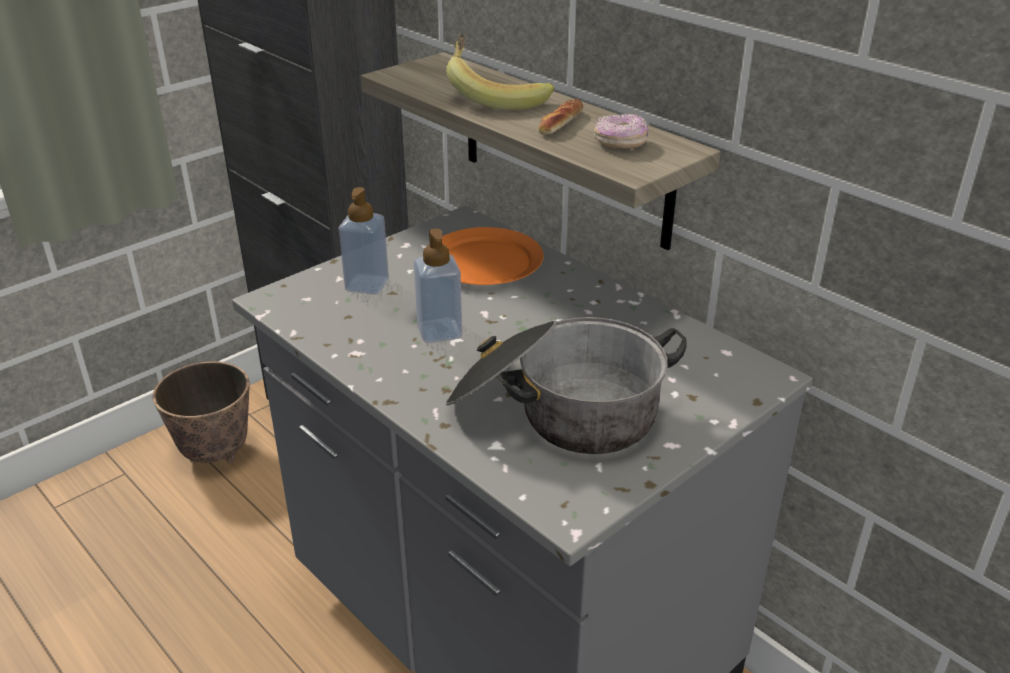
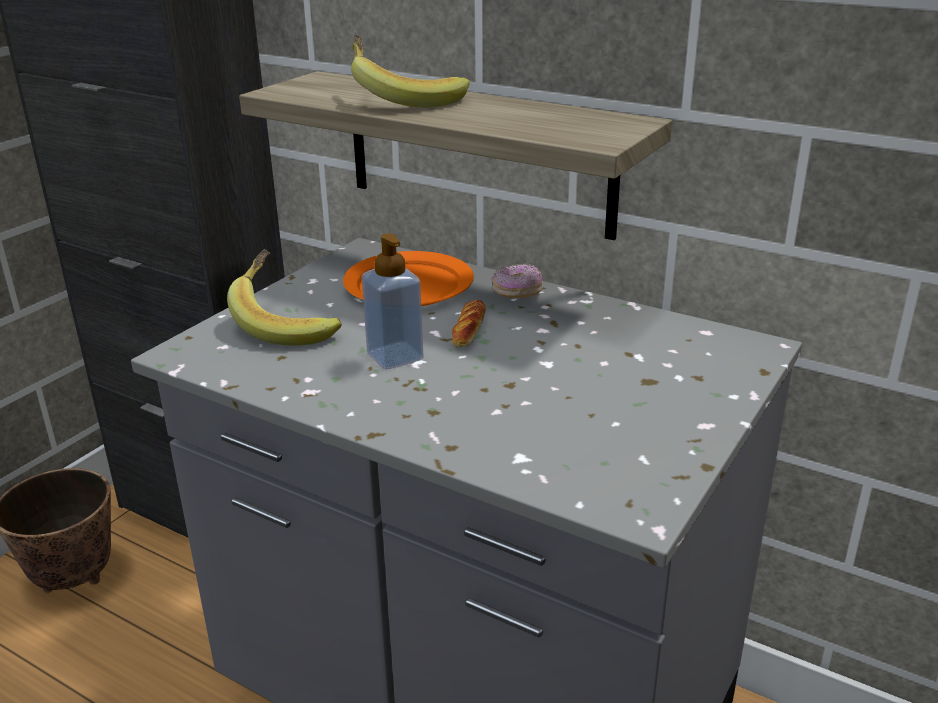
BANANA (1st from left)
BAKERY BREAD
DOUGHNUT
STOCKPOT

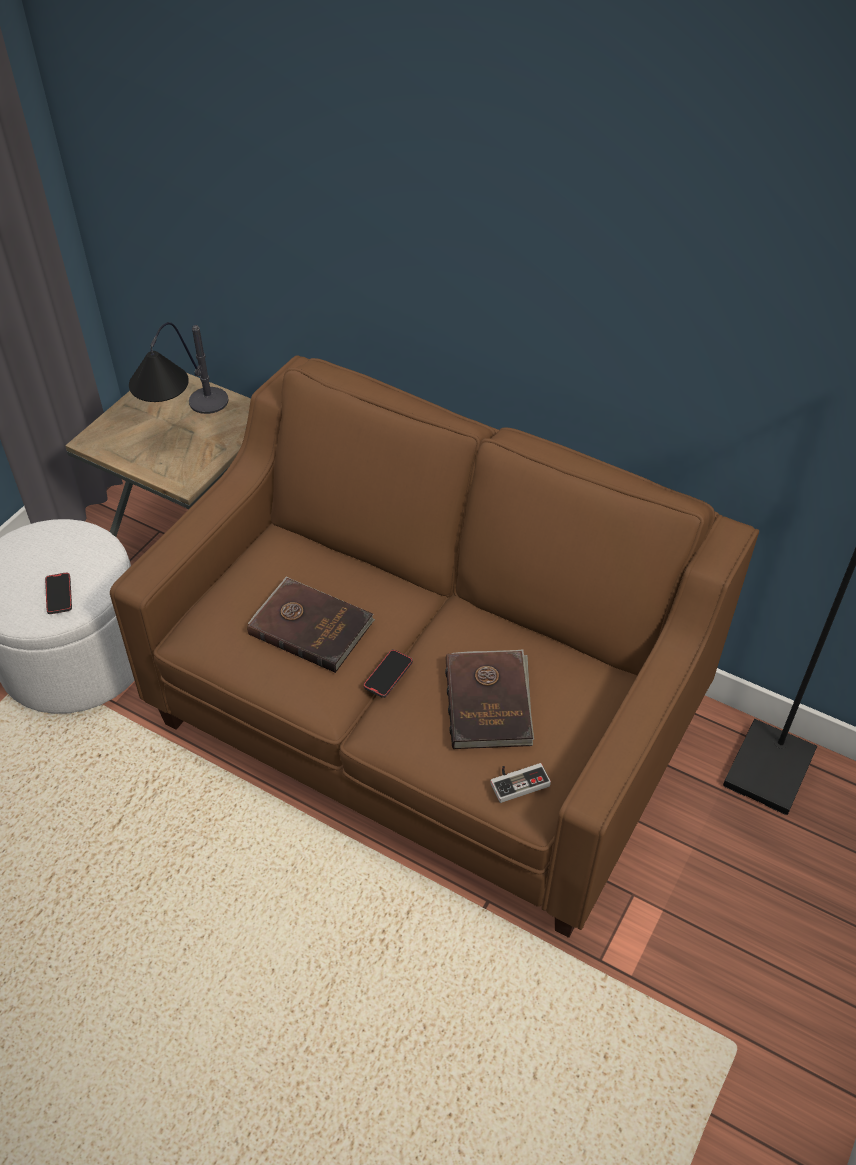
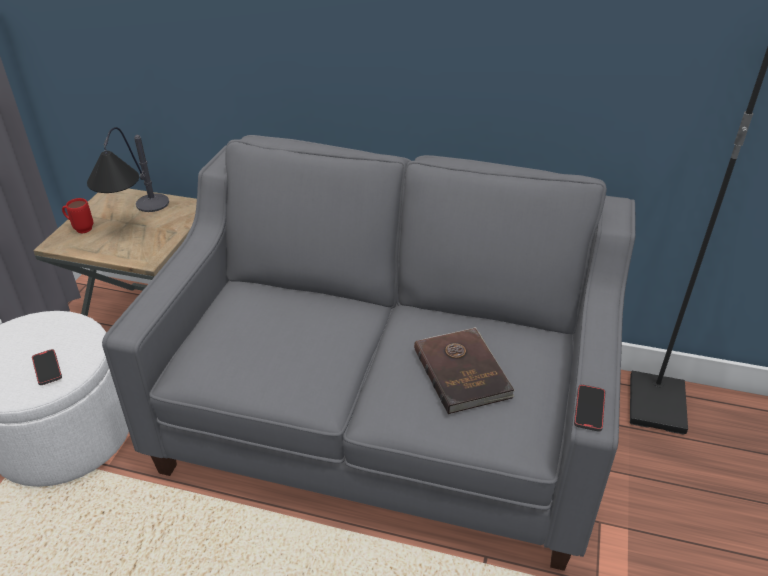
REDDISH MUG
GRAY SETTEE
HANDSET (2nd from left)
BROWN BOUND BOOK (1st from left in the first image)
GAMEPAD

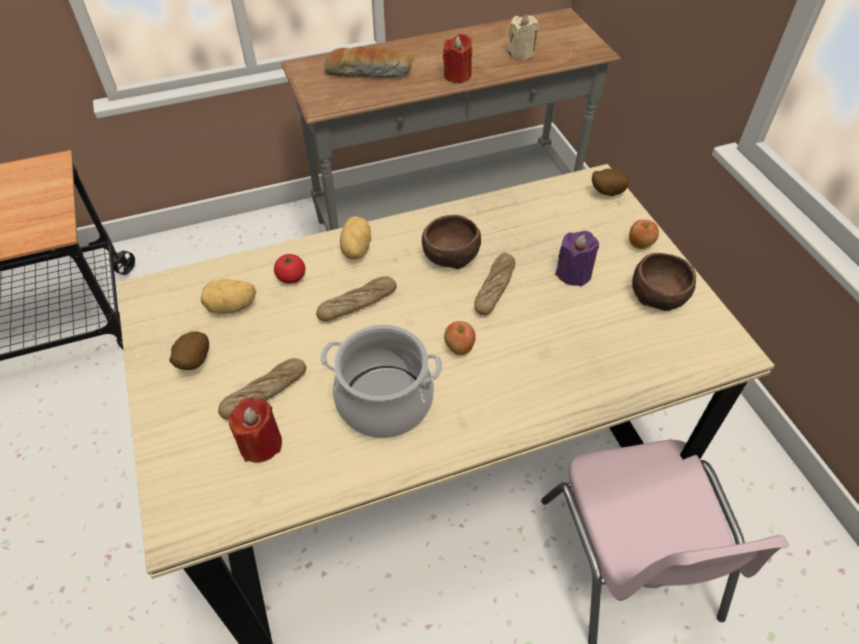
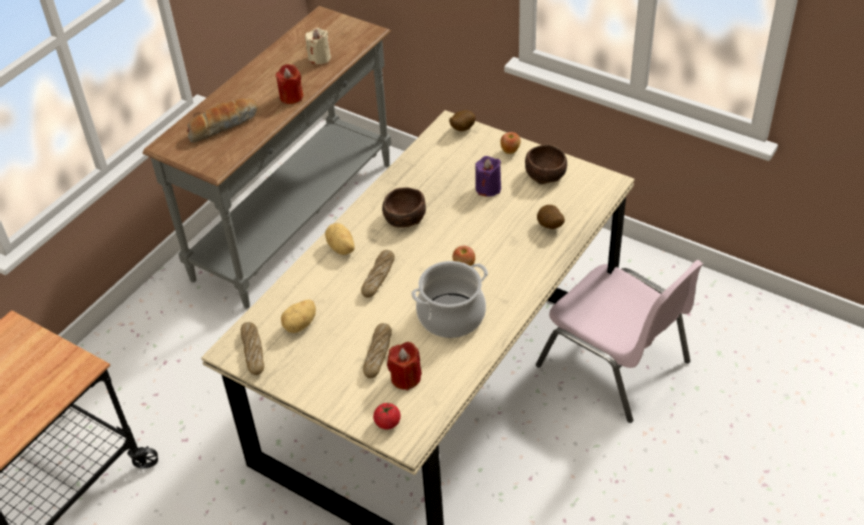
BAKERY BREAD (2nd from left)
WHOLE TOMATO
SPUD (4th from left)

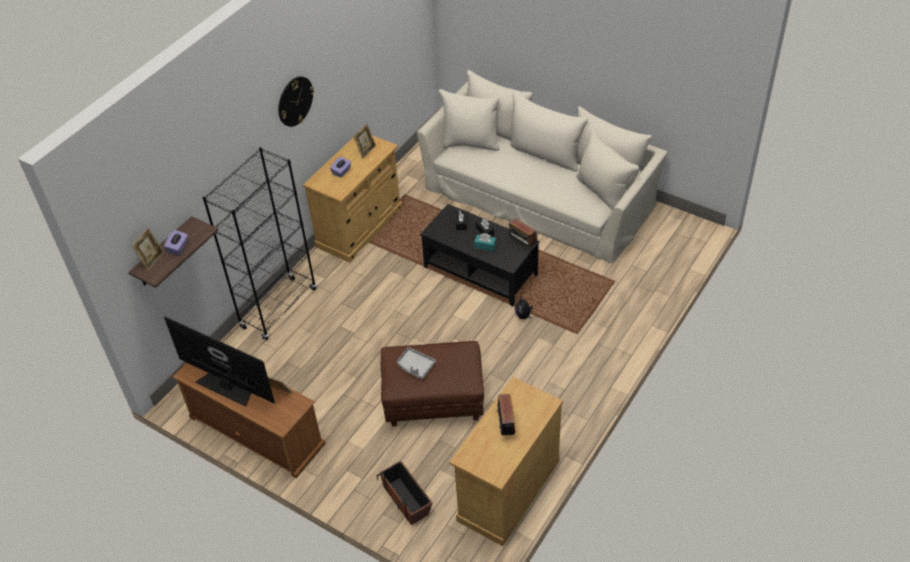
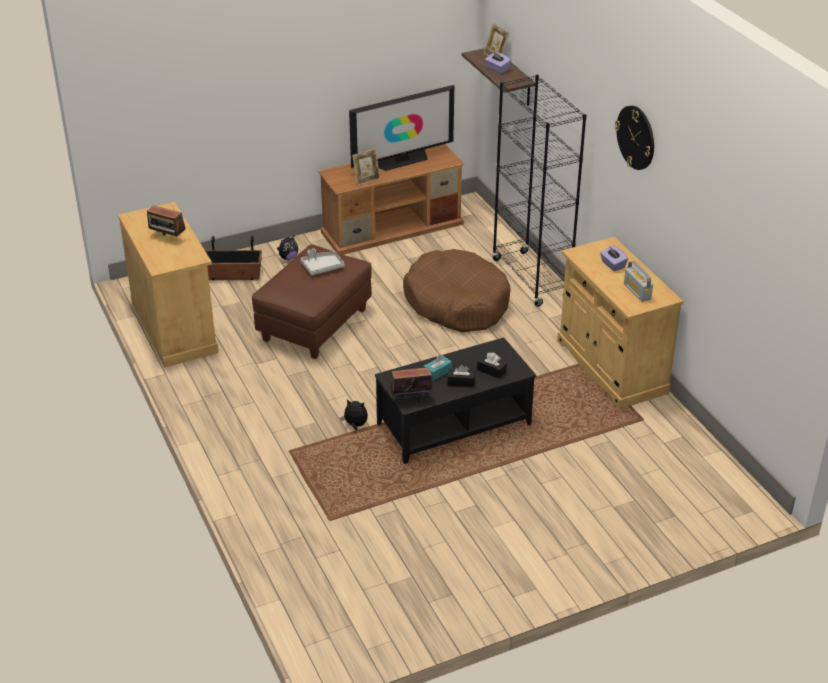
PLUSH TOY (1st from left)
BROWN PET BED
RADIO (3rd from left)
BEIGE-COLOURED SETTEE

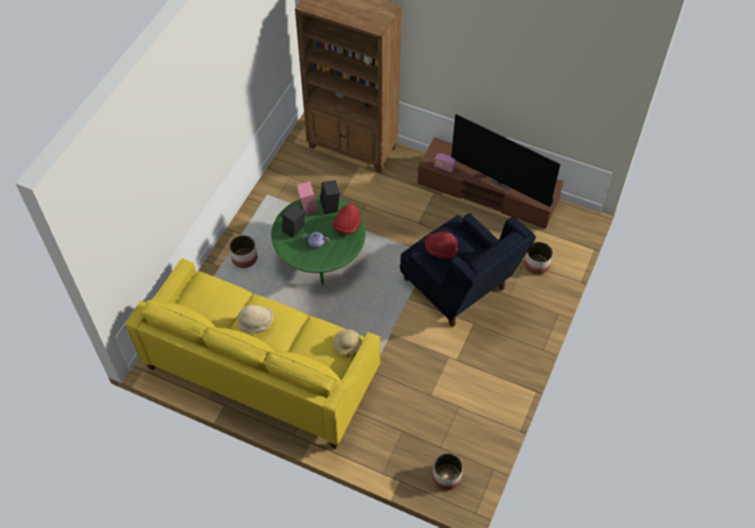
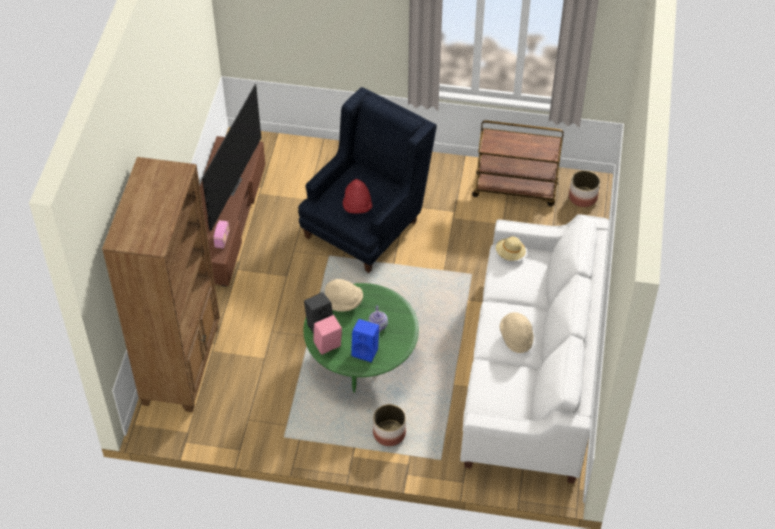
BEIGE-COLOURED HAT (1st from left)
BLUISH SPEAKER
WHITE-COLOURED SETTEE
BROWN WHEELED CART
PLANTER (3rd from left in the first image)

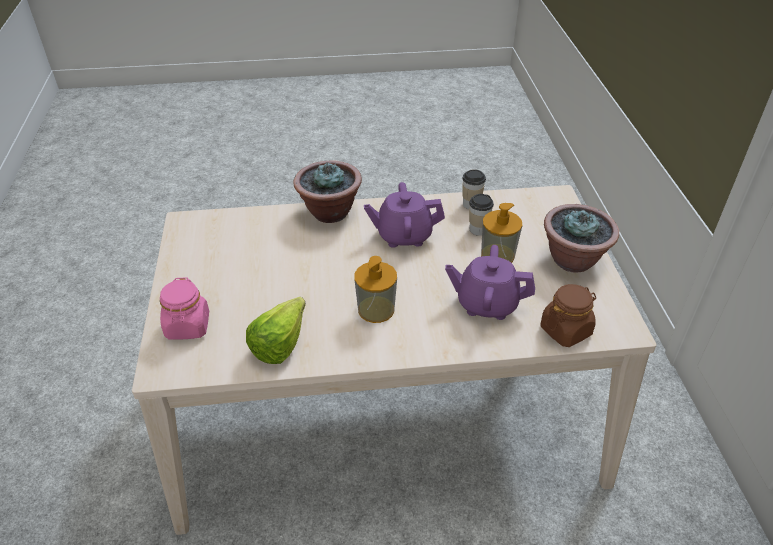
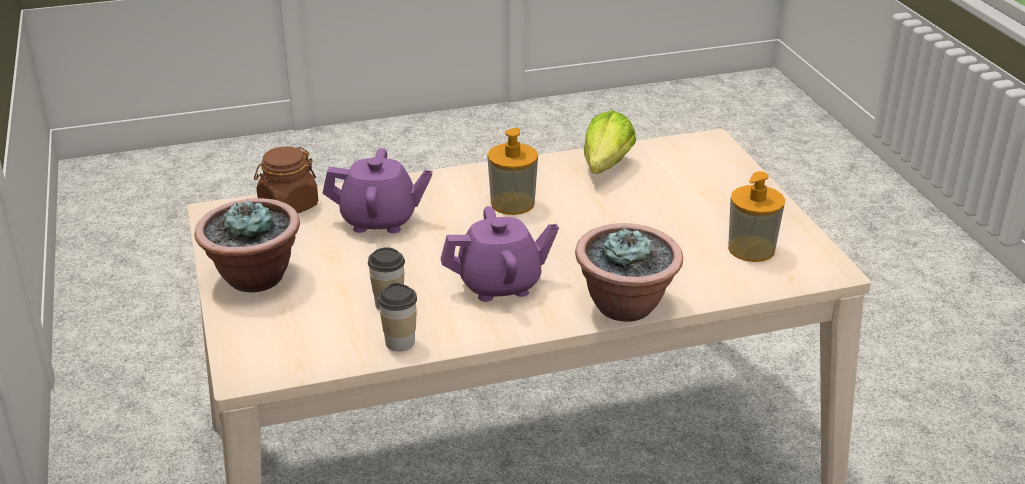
SOAP BOTTLE (2nd from left)
PINK JAR

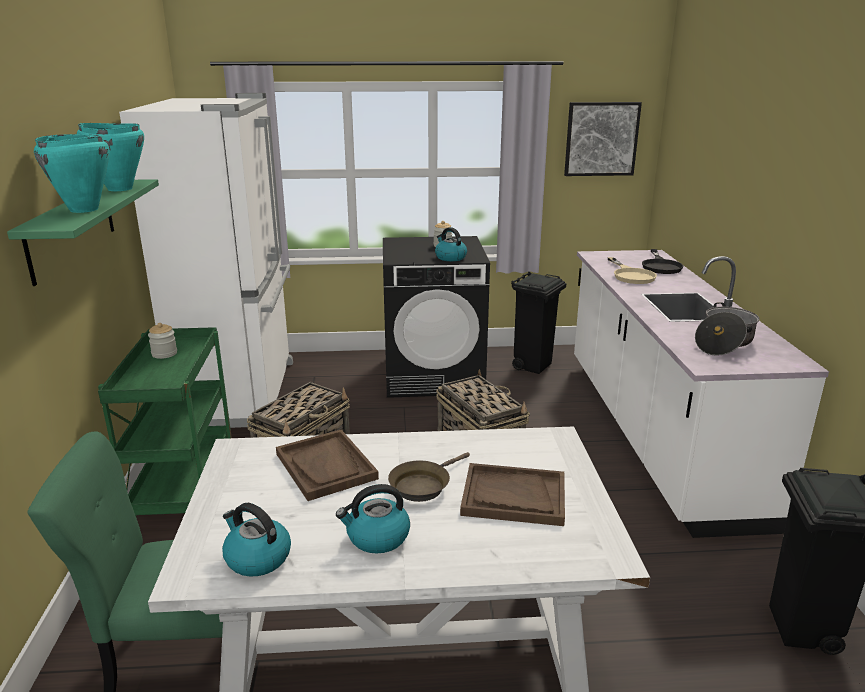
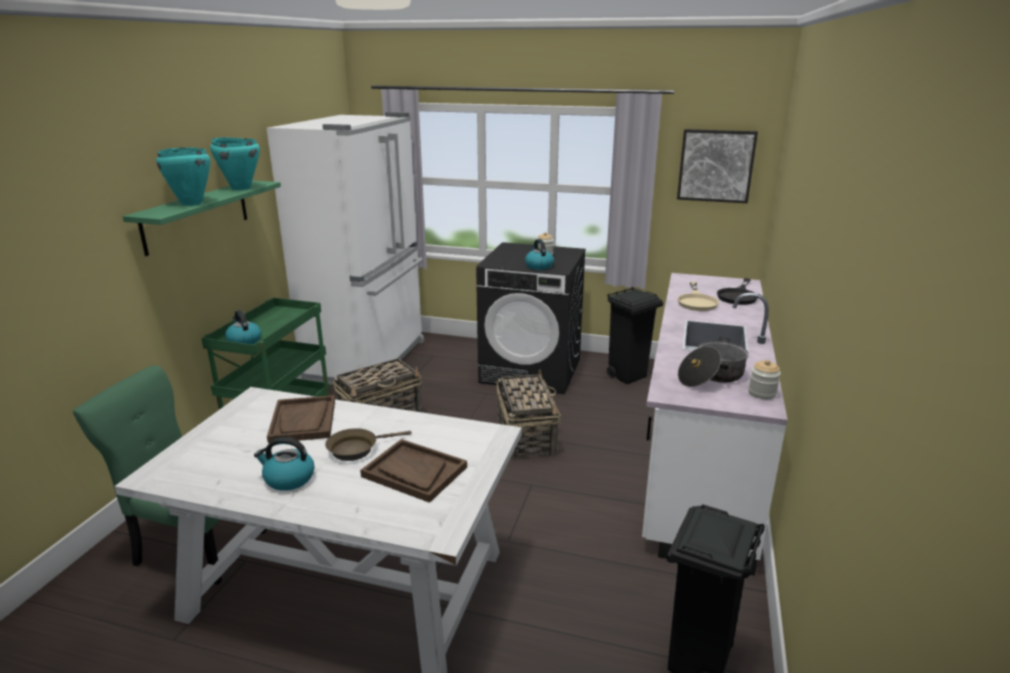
KETTLE (1st from left)
JAR (2nd from left)

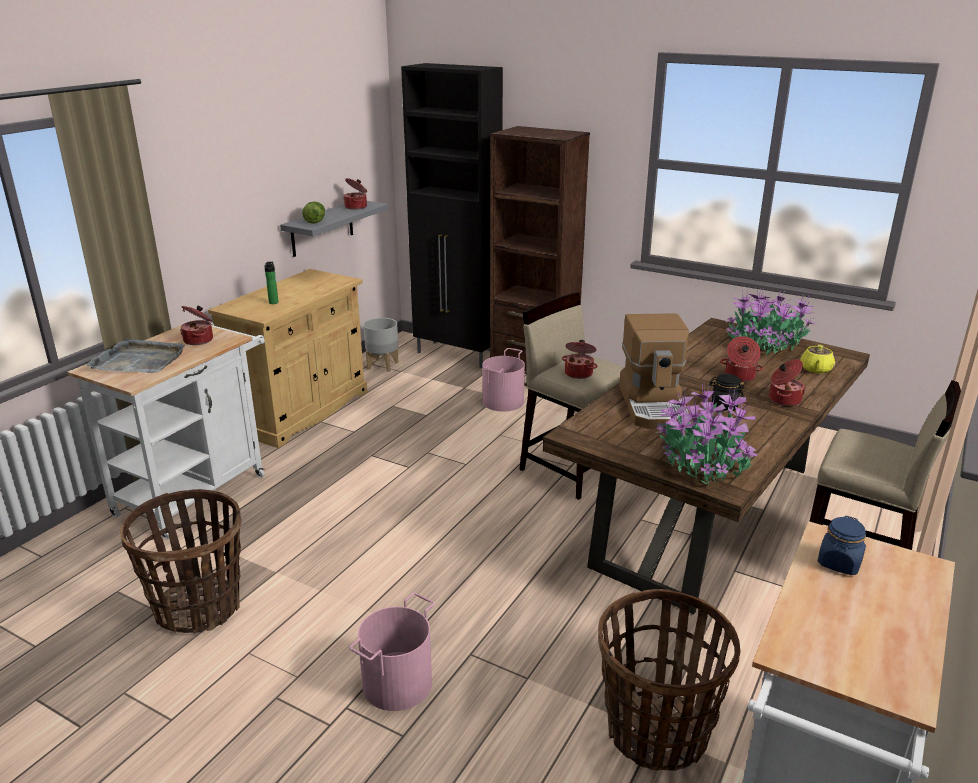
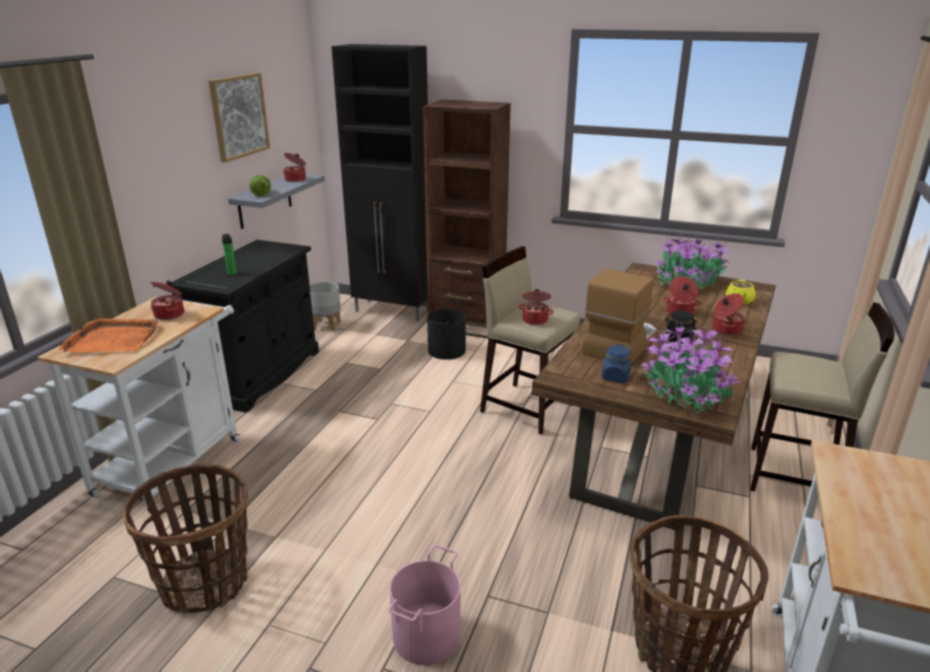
ORANGE-COLOURED CARRYING TRAY
BLACK-COLOURED CUPBOARD (1st from left)
PICTURE
BLACK-COLOURED BUCKET
COFFEE MACHINE
BLUISH JAR

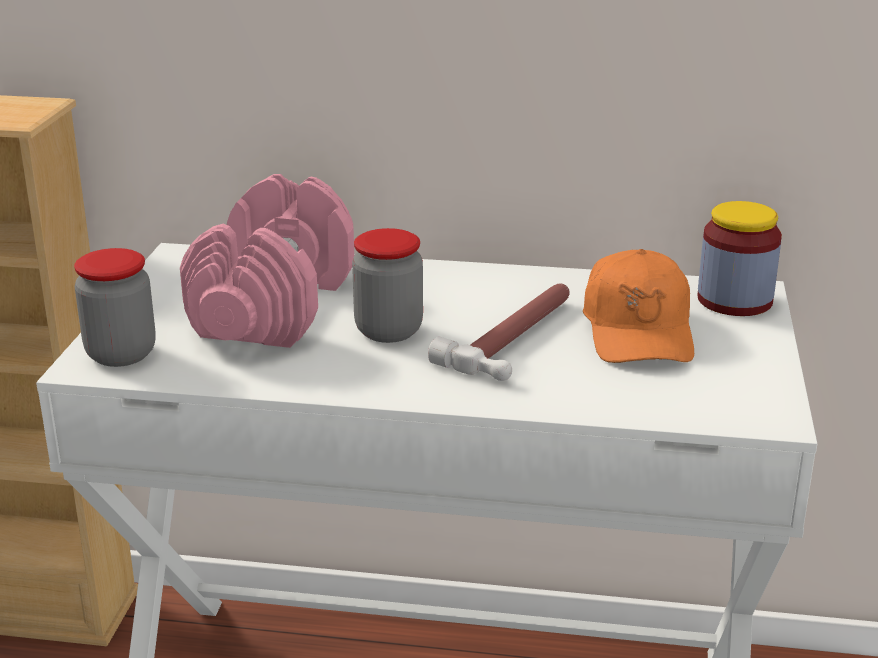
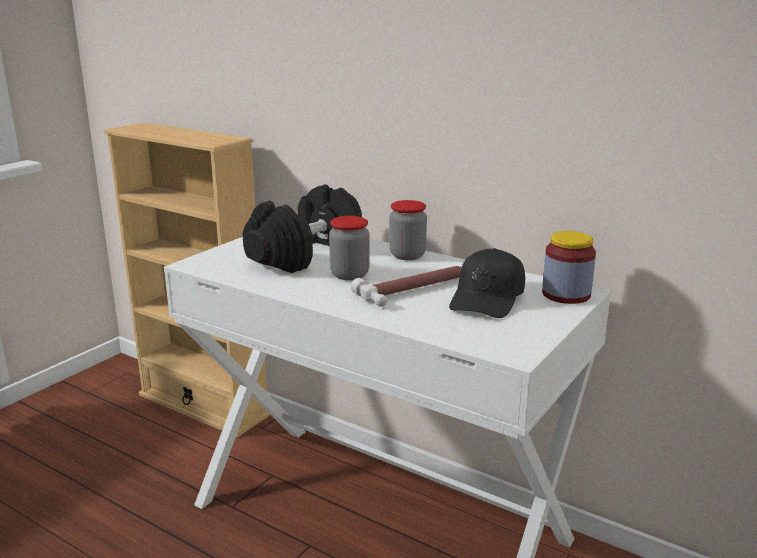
BLACK-COLOURED FREE WEIGHT
JAR (2nd from left)
BLACK-COLOURED CAP

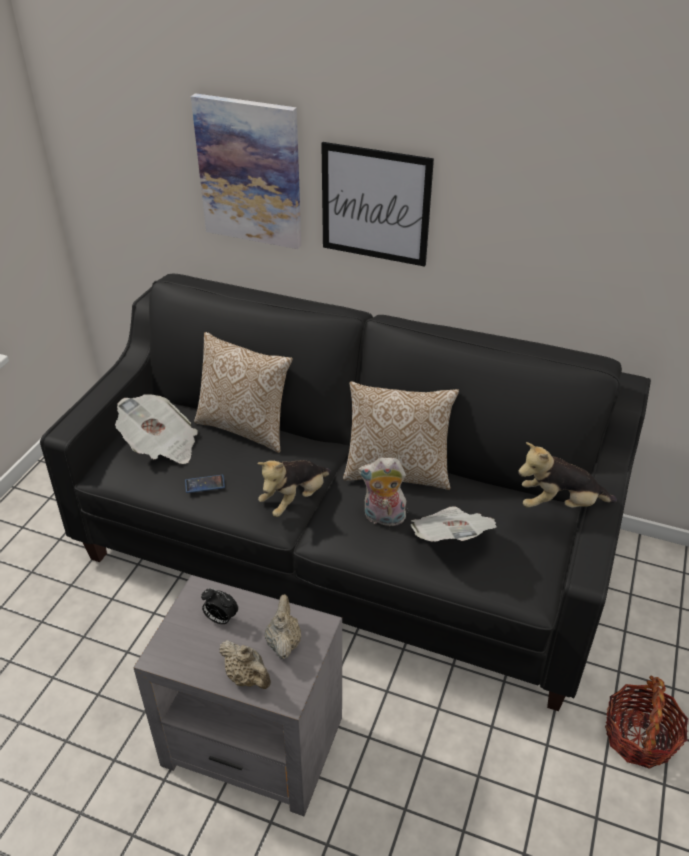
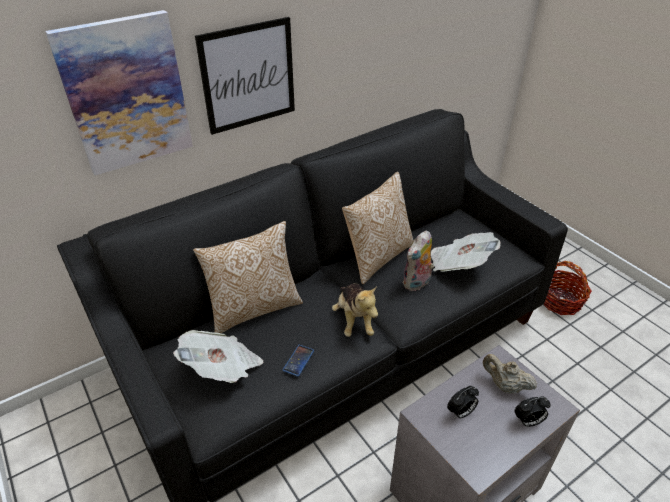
BEDSIDE CLOCK (2nd from left)
PLUSH TOY (3rd from left in the first image)

